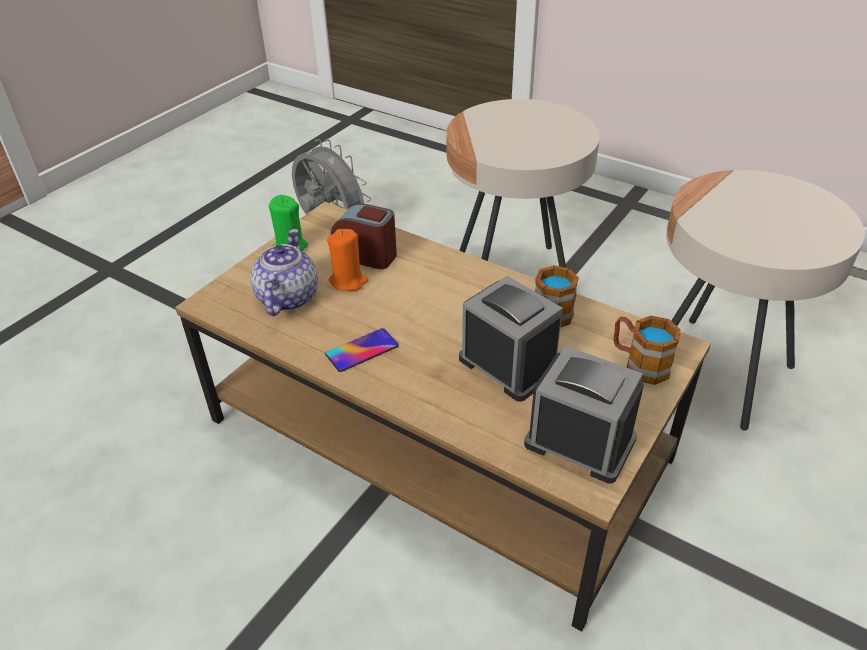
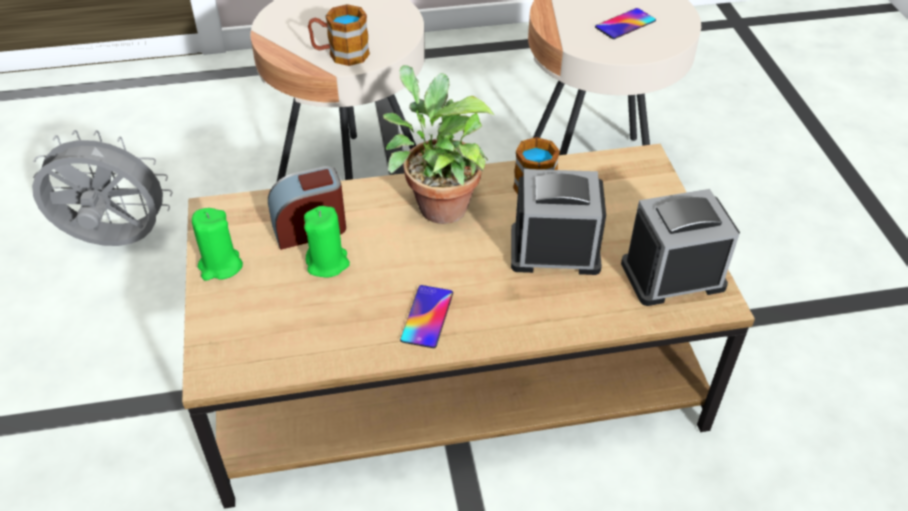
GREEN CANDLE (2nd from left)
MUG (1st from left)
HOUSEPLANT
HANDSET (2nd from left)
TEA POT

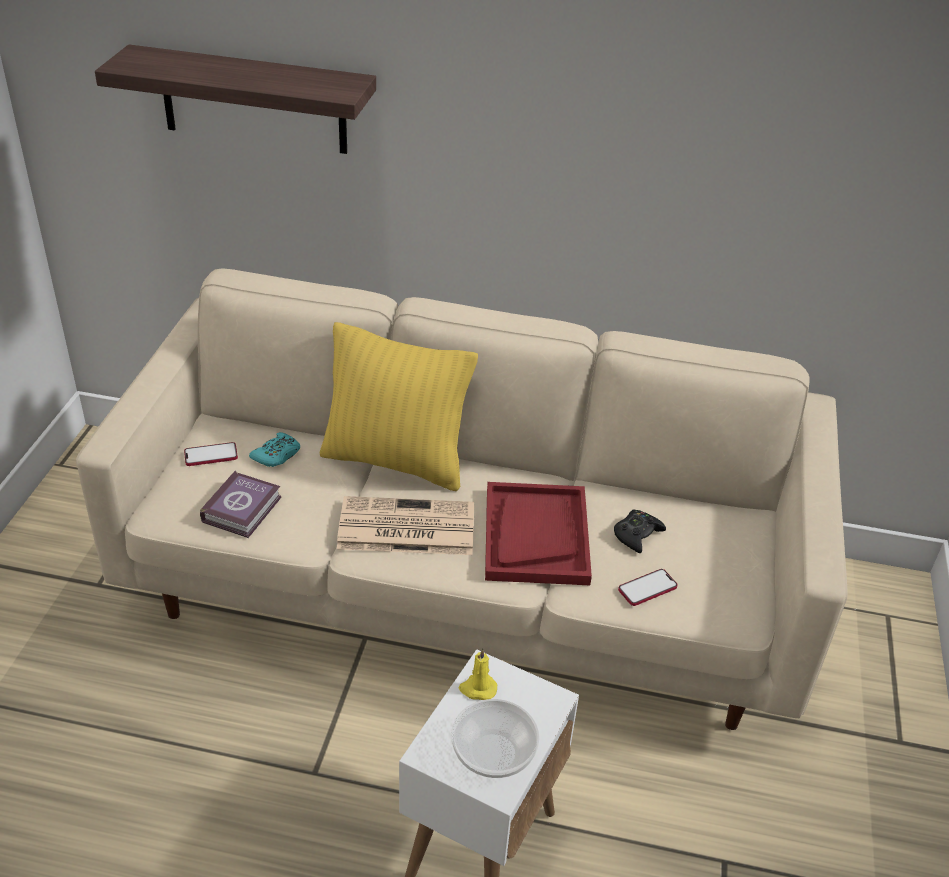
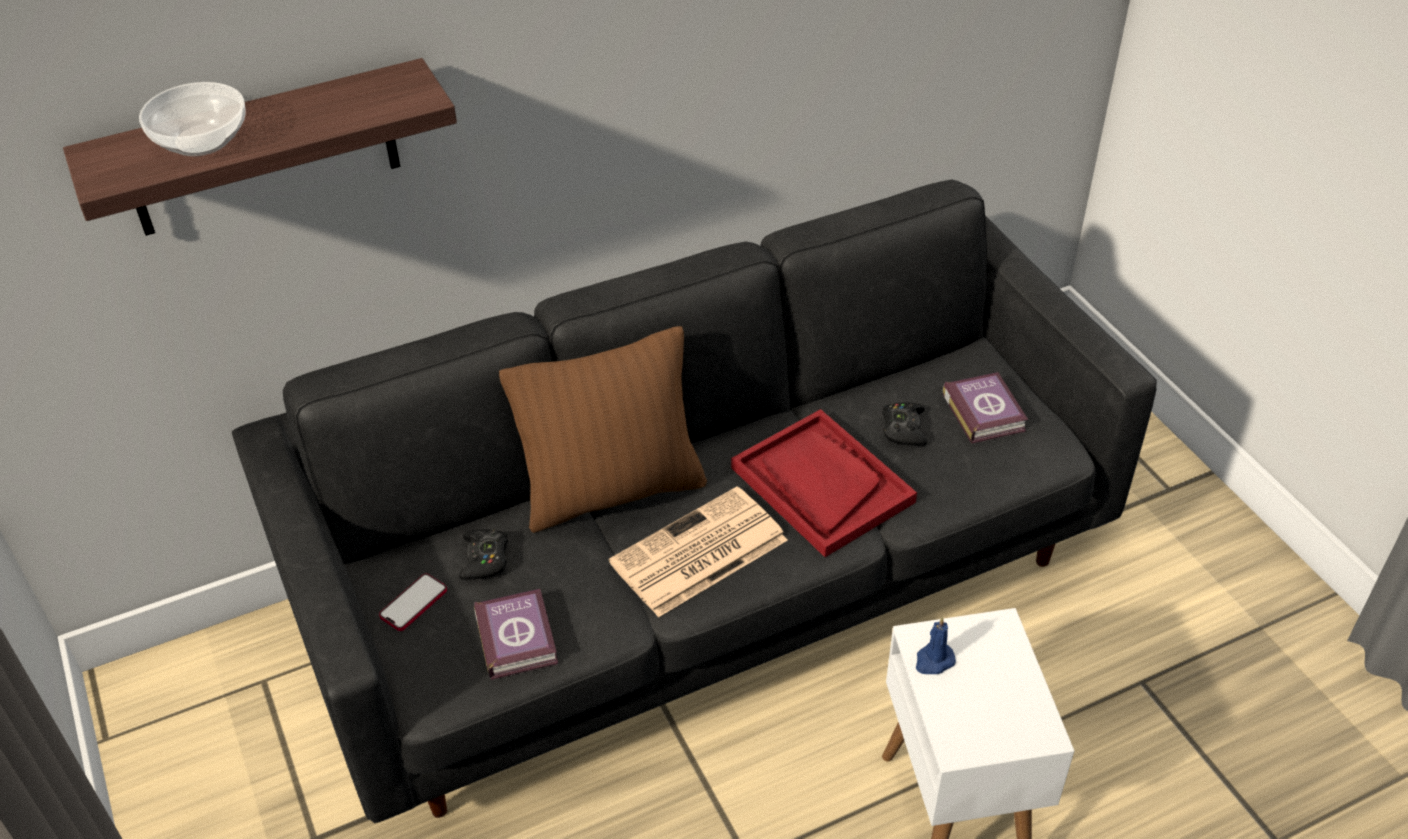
DEEP DISH
BLACK-COLOURED SETTEE
BLACK-COLOURED GAMEPAD (1st from left)
BROWN CUSHION
BLUISH CANDLE
BOUND BOOK (2nd from left)
HANDSET (2nd from left in the first image)

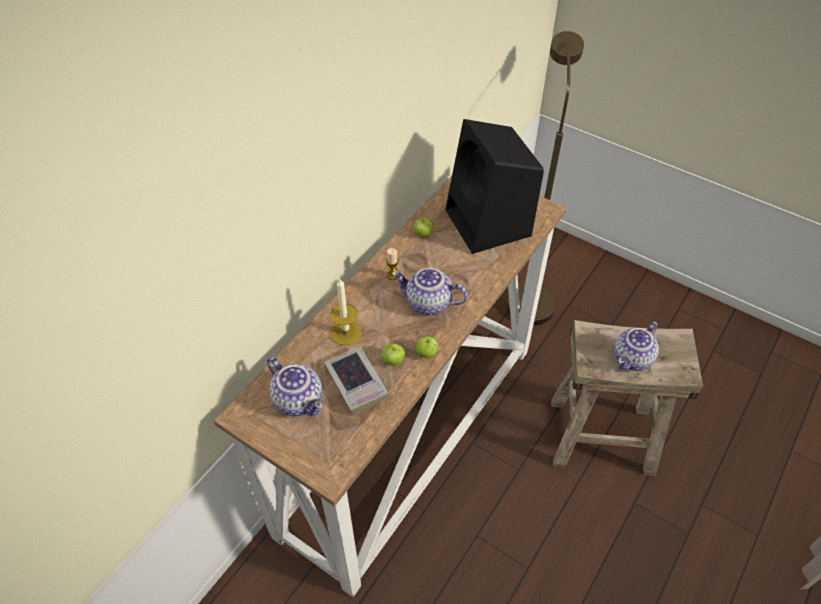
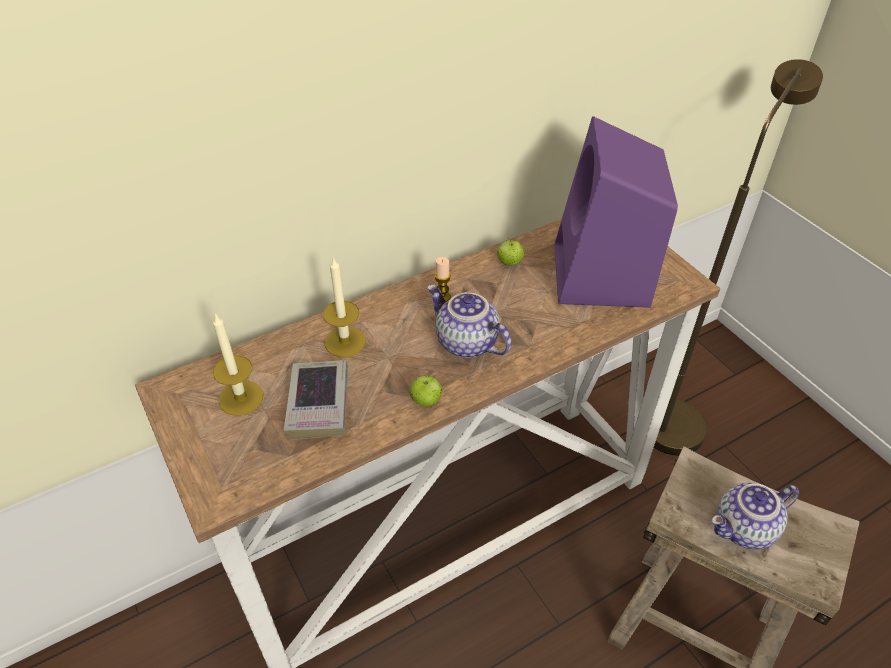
CANDLE (1st from left)
PURPLE-COLOURED SPEAKER
APPLE FRUIT (1st from left in the first image)

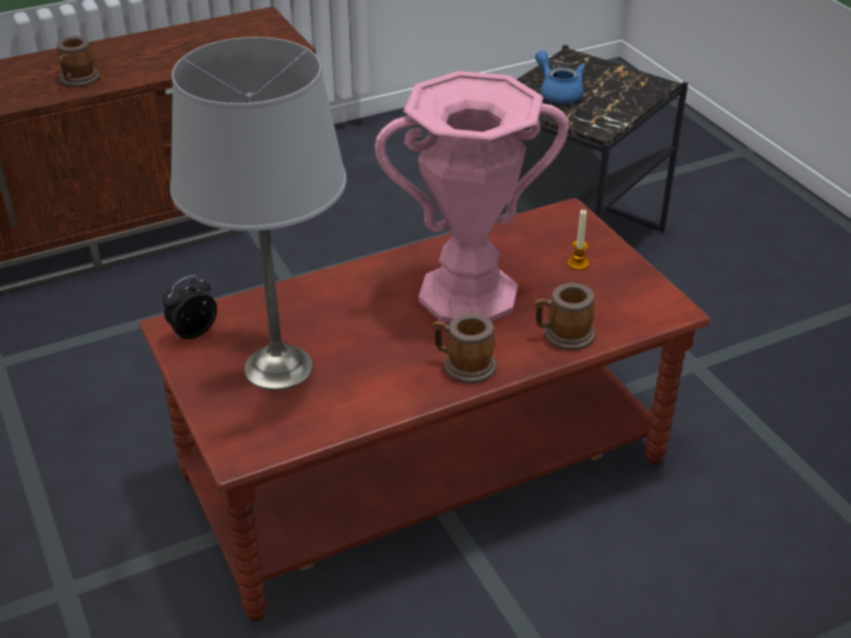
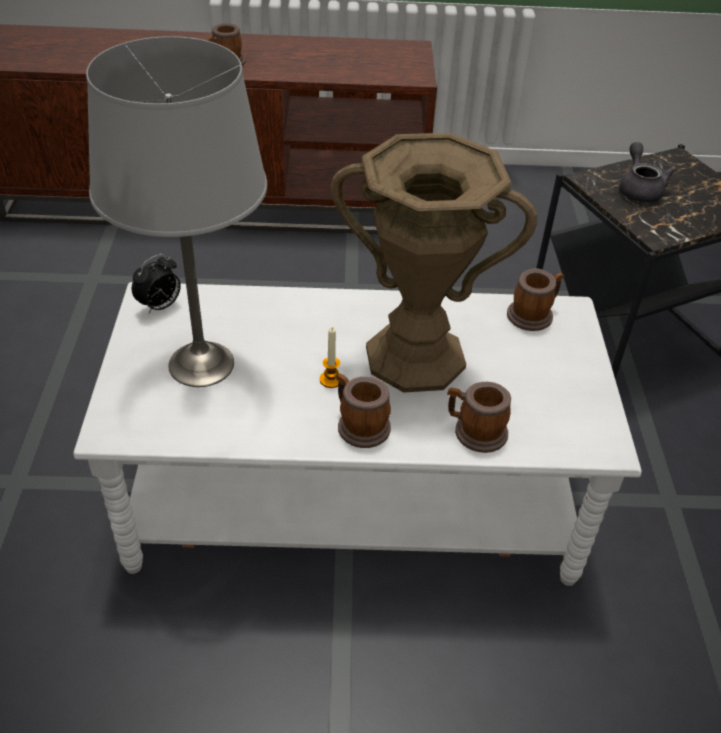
WHITE-COLOURED LOW TABLE
BEDSIDE CLOCK
CANDLE
BROWN FLOWER VASE
MUG (4th from left)
GRAY TEA POT

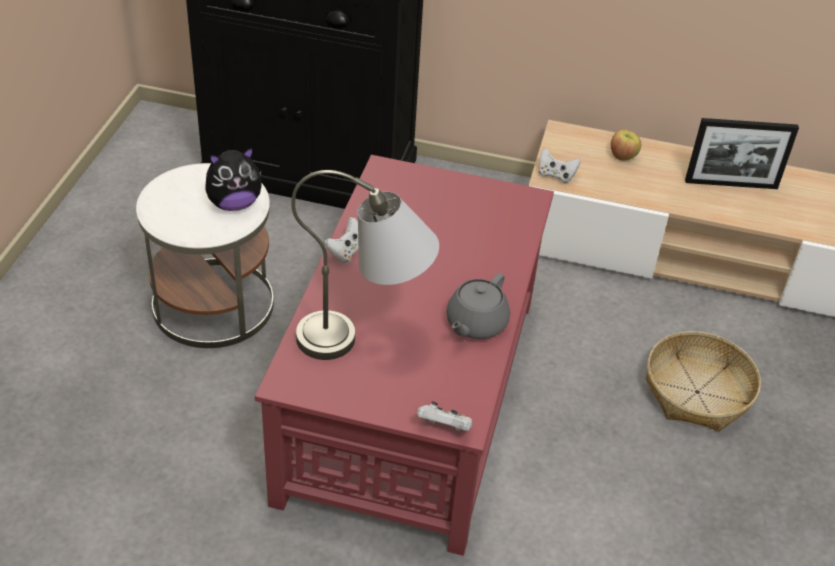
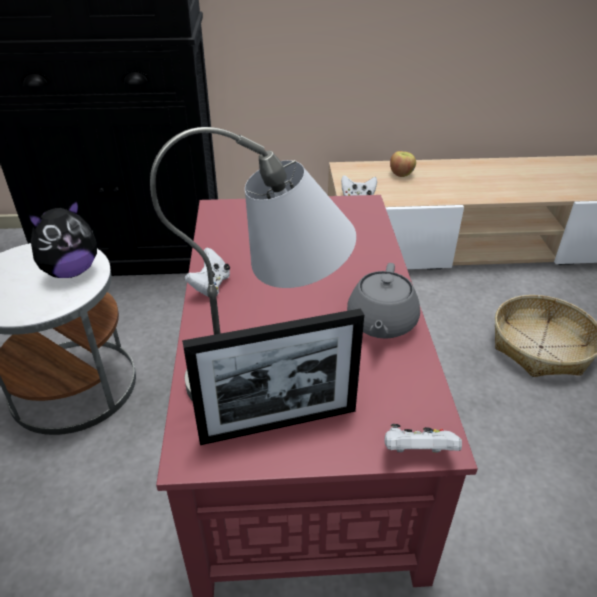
PHOTO FRAME

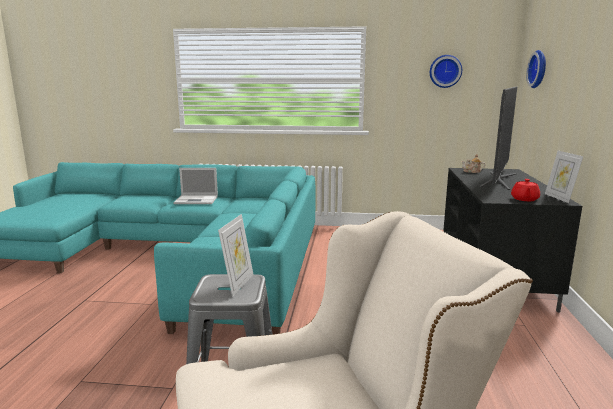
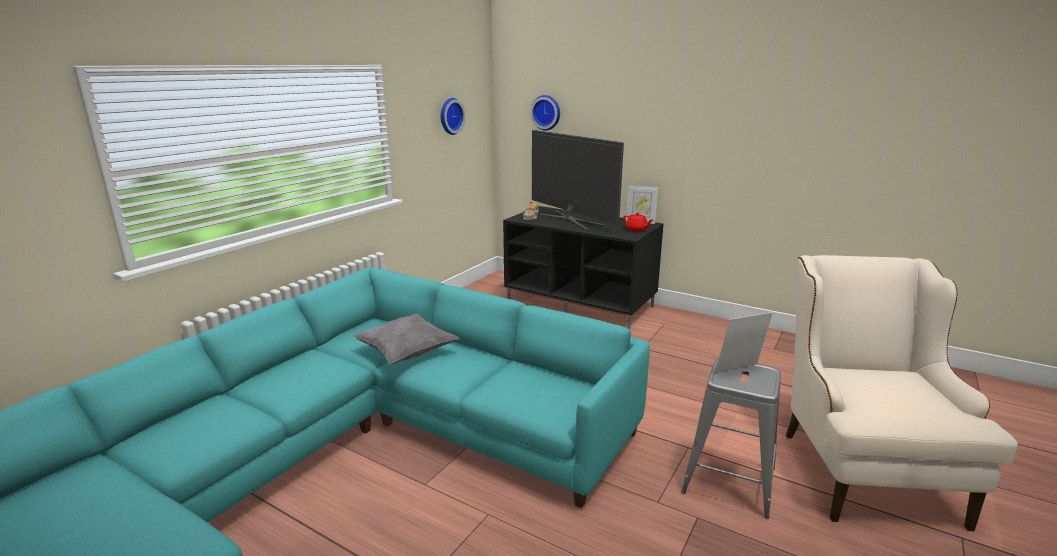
GRAY CUSHION
PHOTO FRAME (2nd from left)
PORTABLE COMPUTER

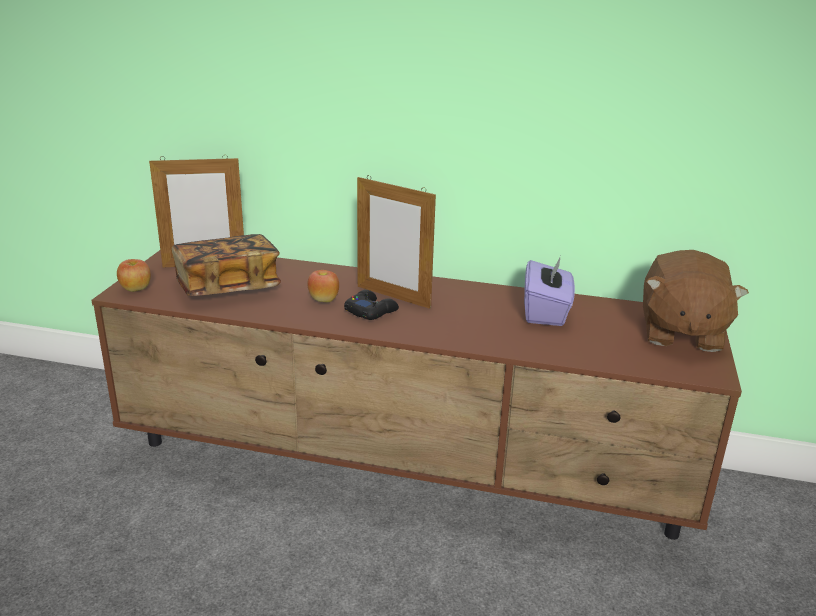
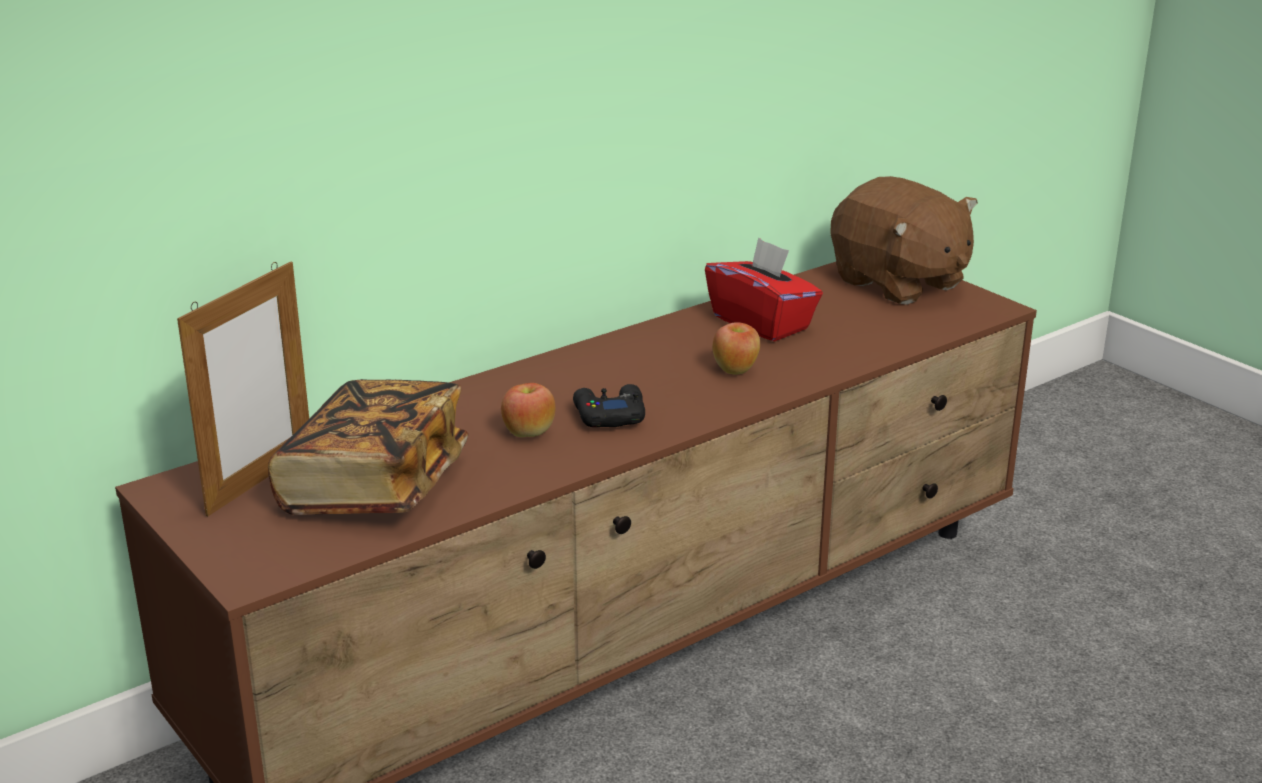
REDDISH TISSUE BOX
APPLE FRUIT (2nd from left)
PHOTO FRAME (2nd from left in the first image)

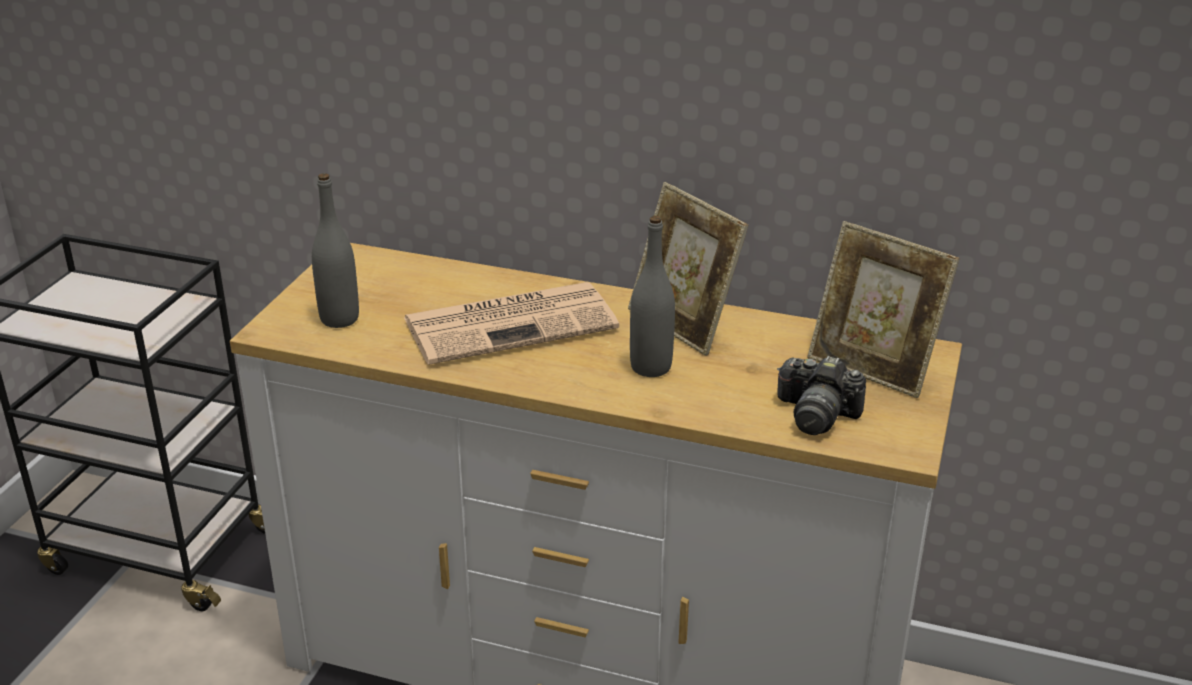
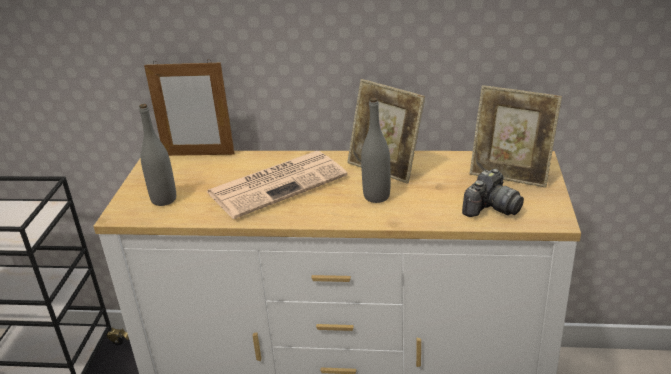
PHOTO FRAME (1st from left)
STILL CAMERA

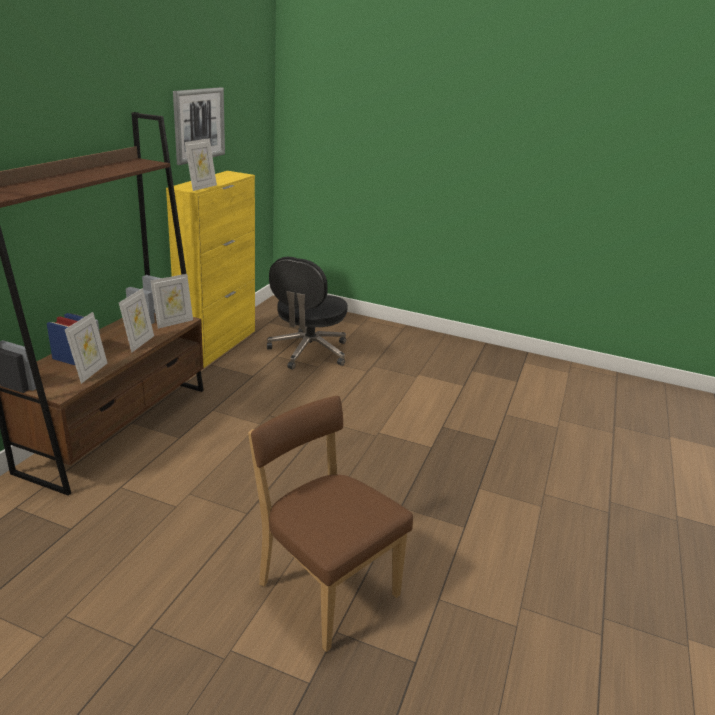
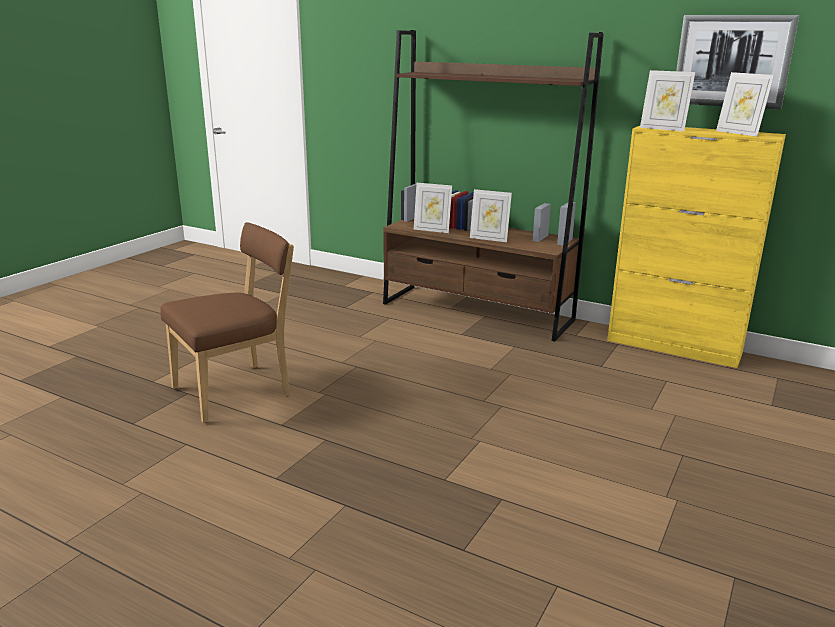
PHOTO FRAME (4th from left)
BLACK-COLOURED DESK CHAIR

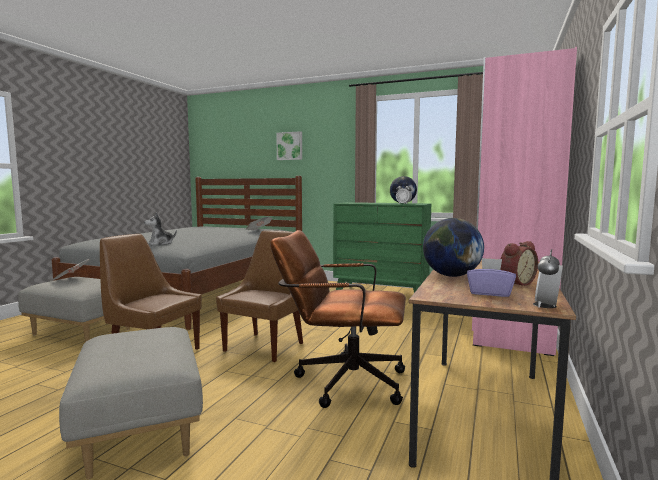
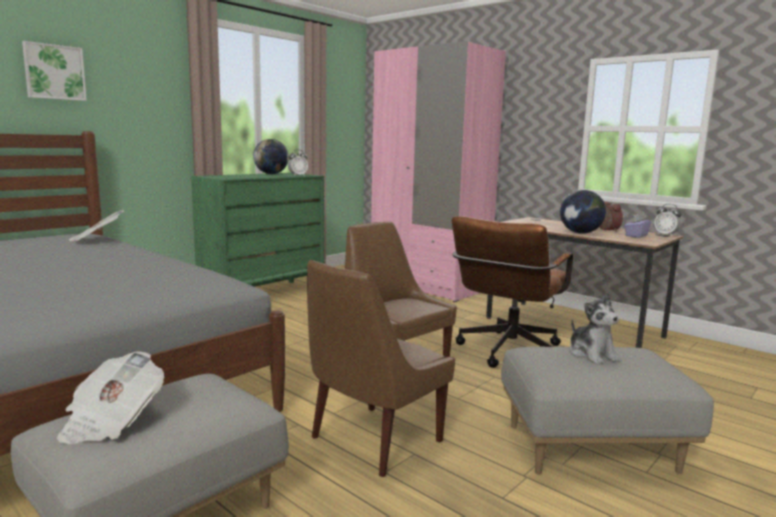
PLUSH TOY

